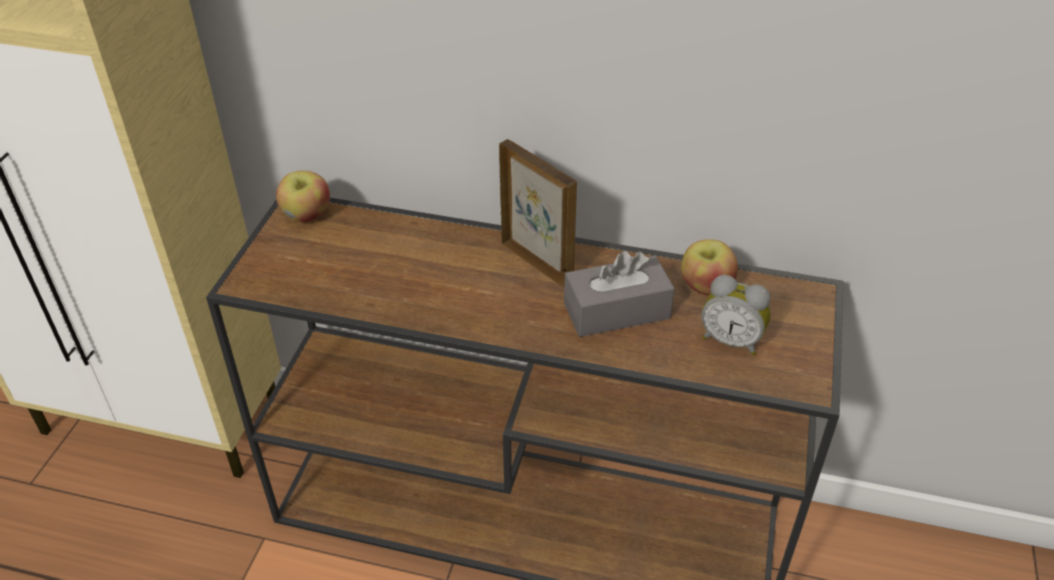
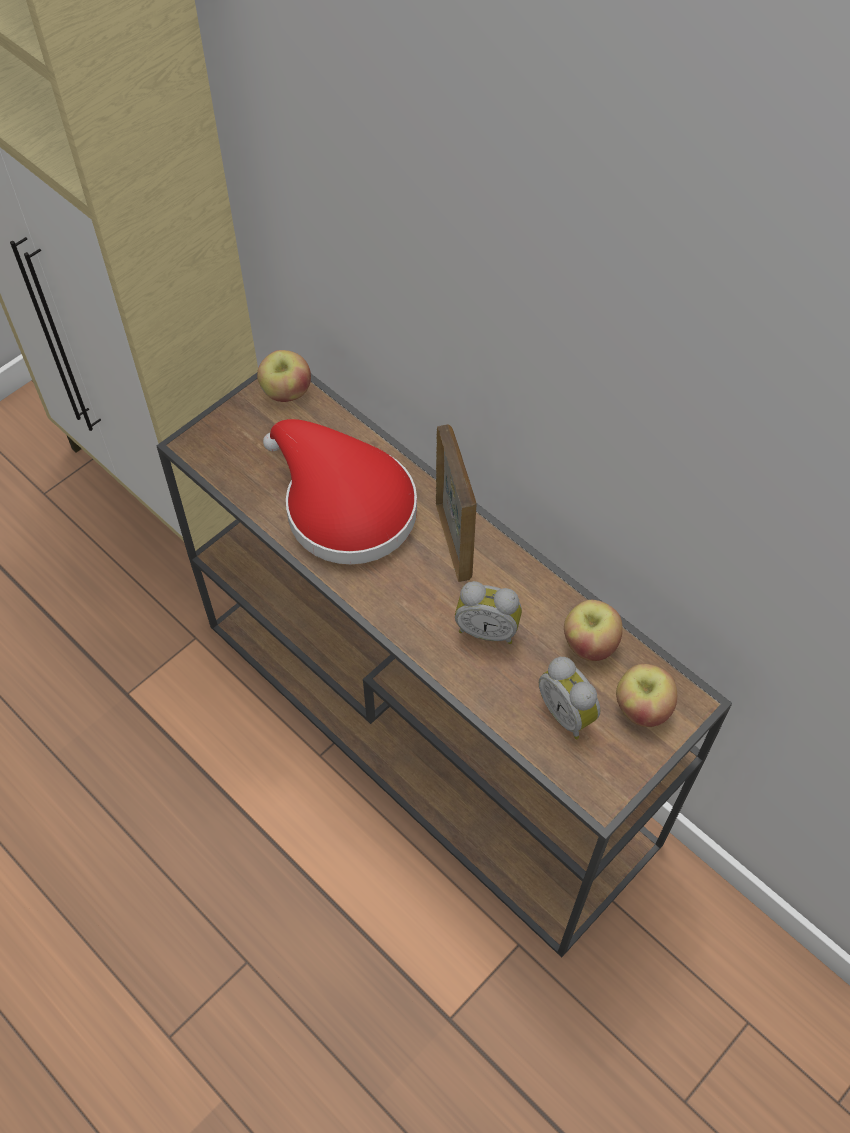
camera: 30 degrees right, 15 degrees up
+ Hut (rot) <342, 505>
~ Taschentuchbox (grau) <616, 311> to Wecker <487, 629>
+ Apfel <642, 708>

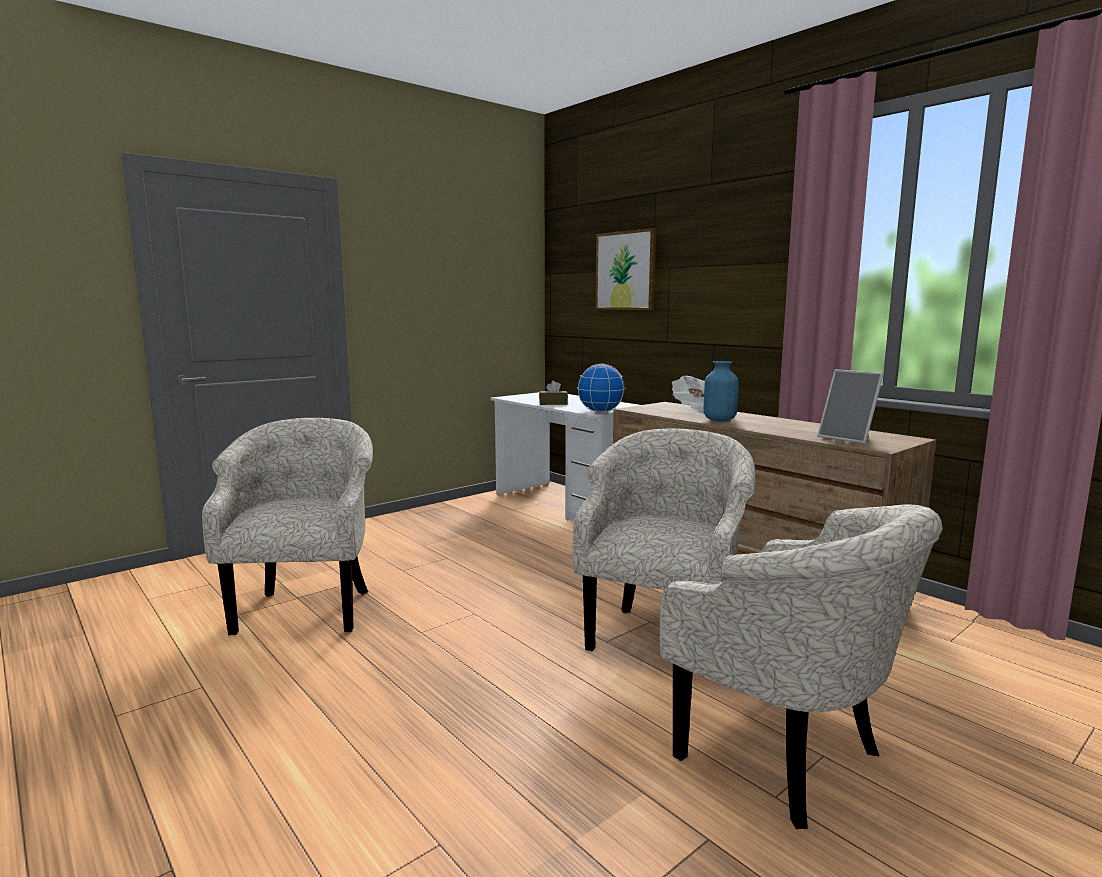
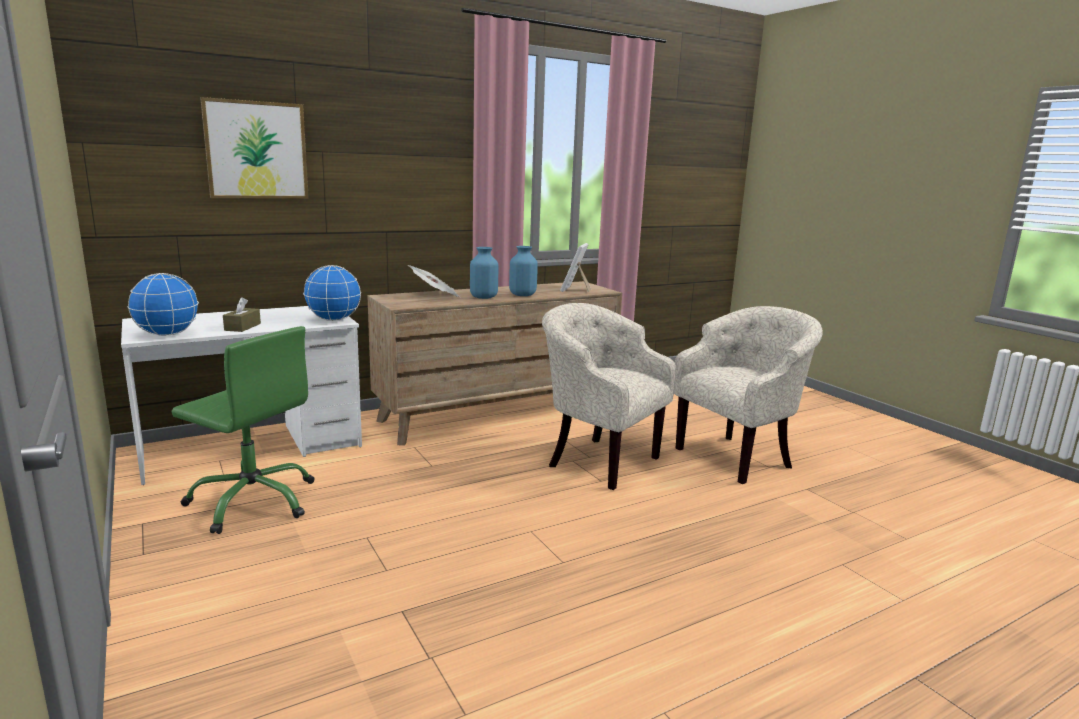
camera: 80 degrees left, 5 degrees up
+ Globus <168, 334>
+ Bürostuhl (grün) <253, 501>
+ Vase (blau) <522, 295>
~ Bilderrahmen <849, 438> = <575, 290> 135 degrees clockwise
- Sessel (beige) <307, 608>

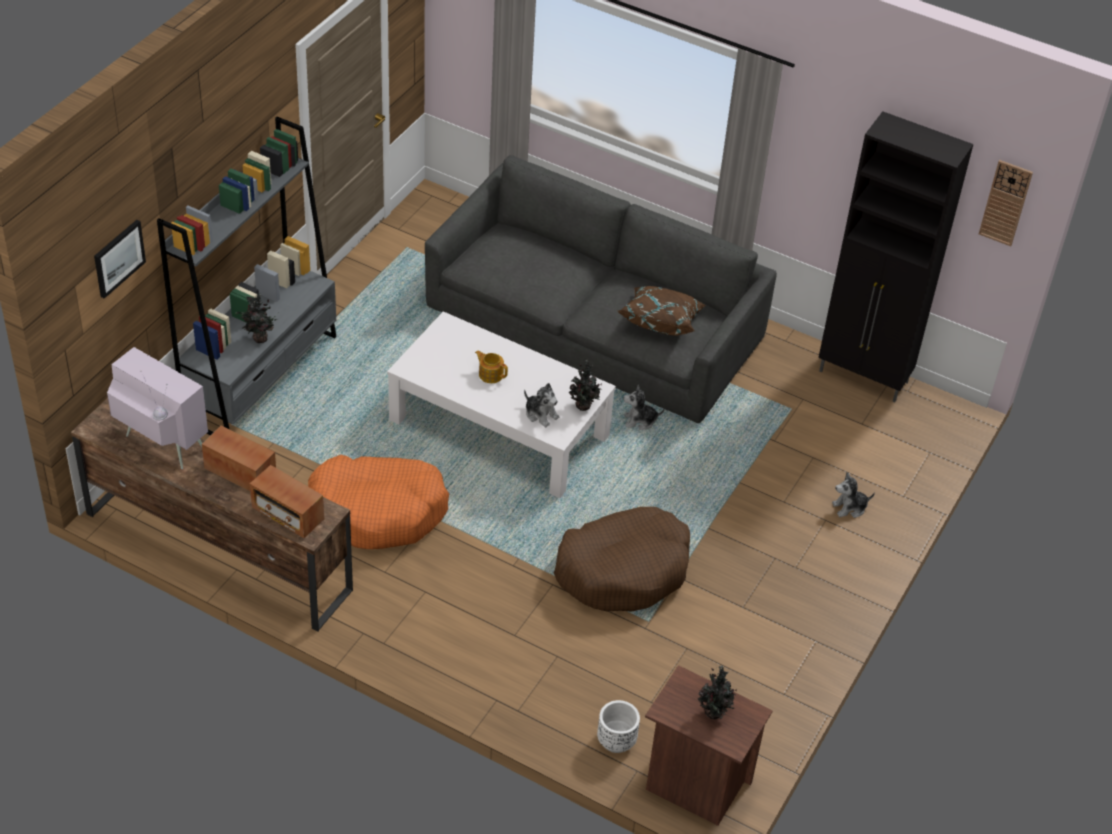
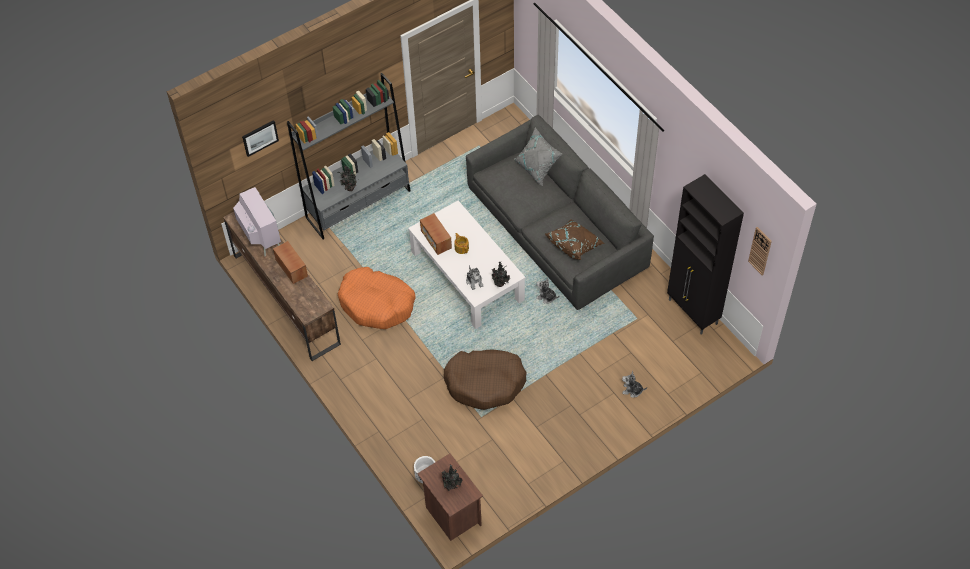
camera: 30 degrees right, 10 degrees up
~ Radio <288, 514> to <436, 240>
+ Kissen (grau) <537, 168>

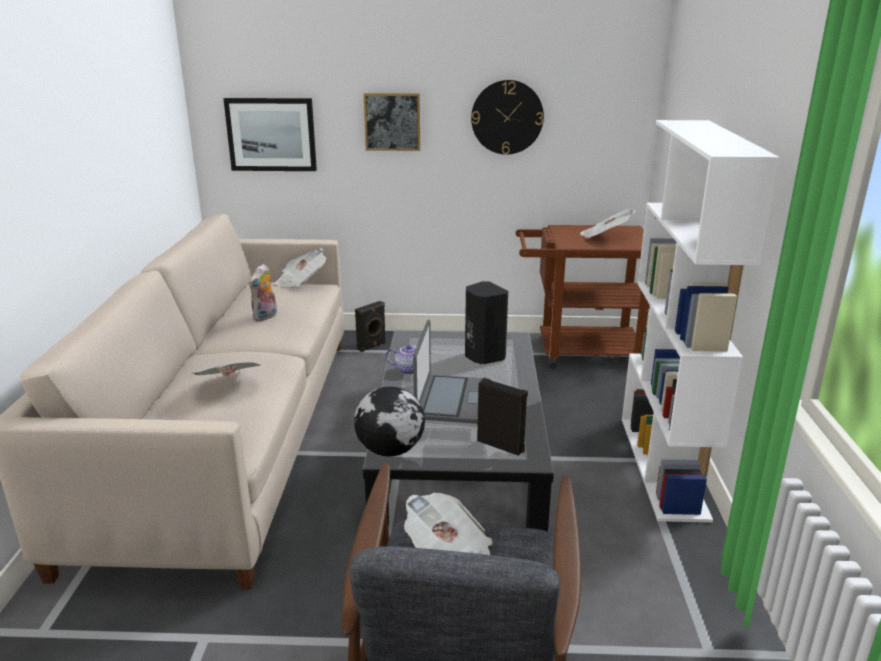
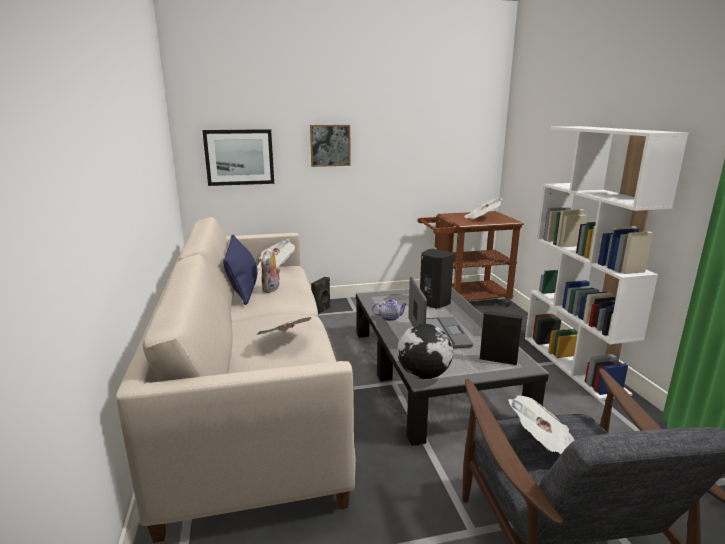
camera: 15 degrees left, 5 degrees down
+ Kissen (blau) <242, 288>
- Wanduhr <507, 117>

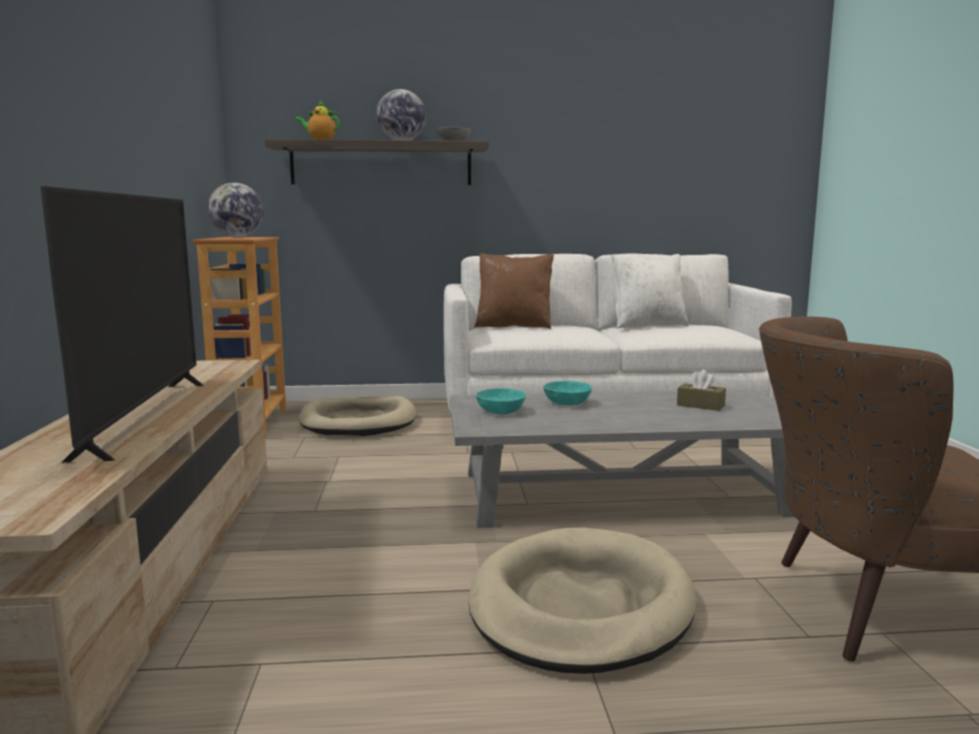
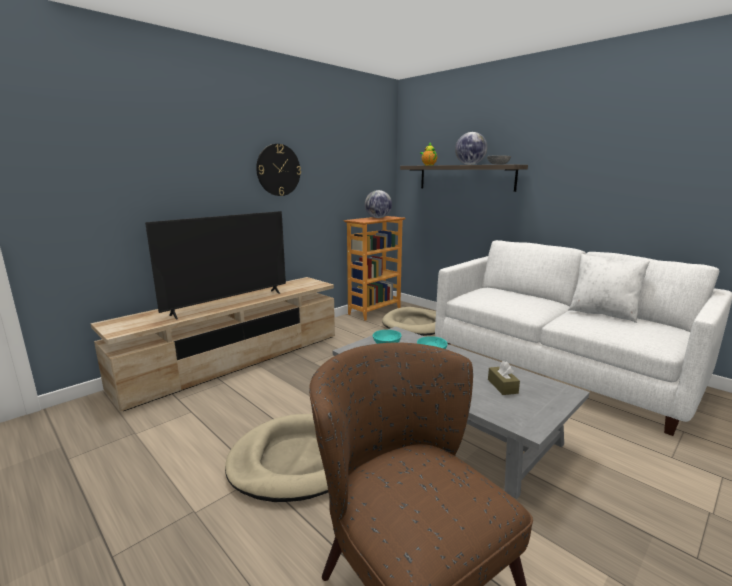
camera: 50 degrees right, 5 degrees up
+ Wanduhr <278, 170>
- Kissen (braun) <514, 326>

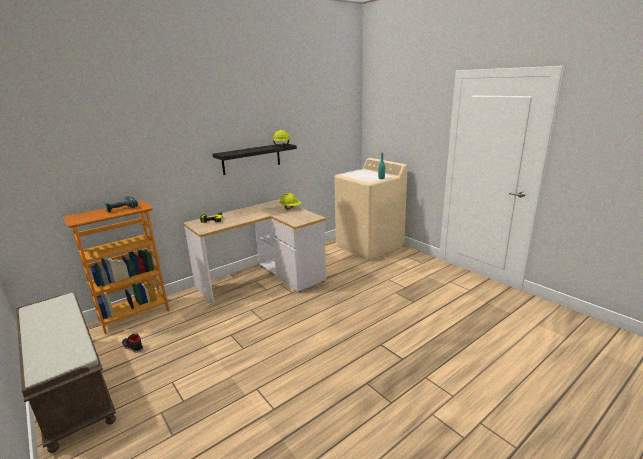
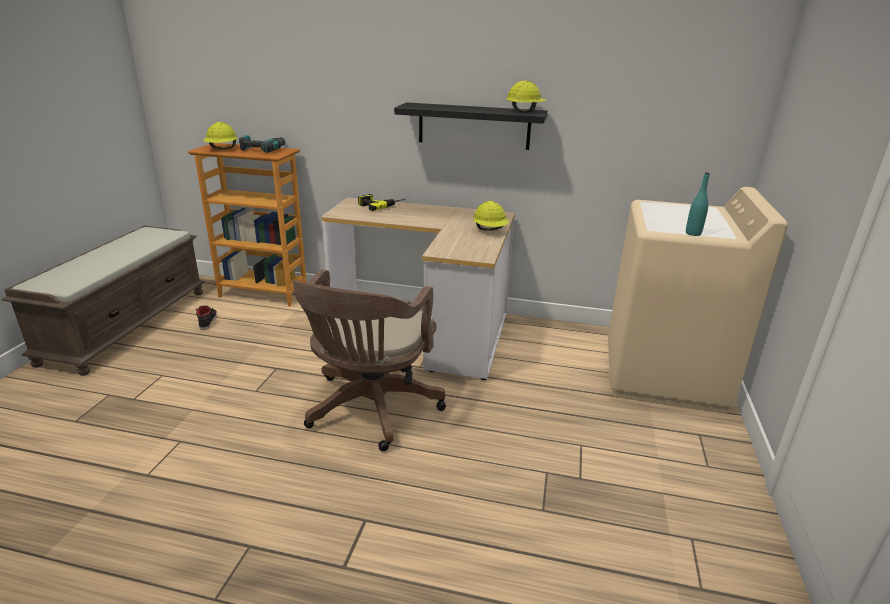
camera: 50 degrees right, 5 degrees up
+ Schutzhelm (gelb) <222, 149>
+ Bürostuhl (braun) <370, 410>

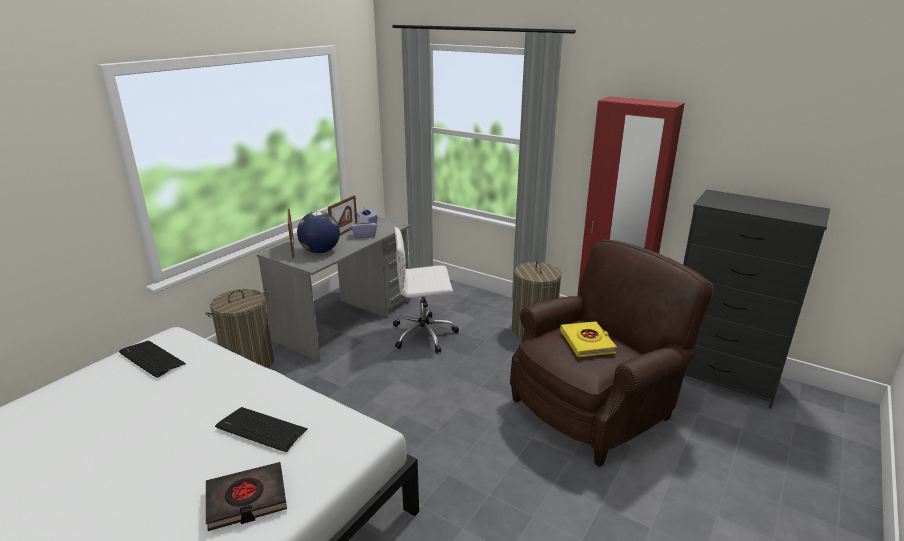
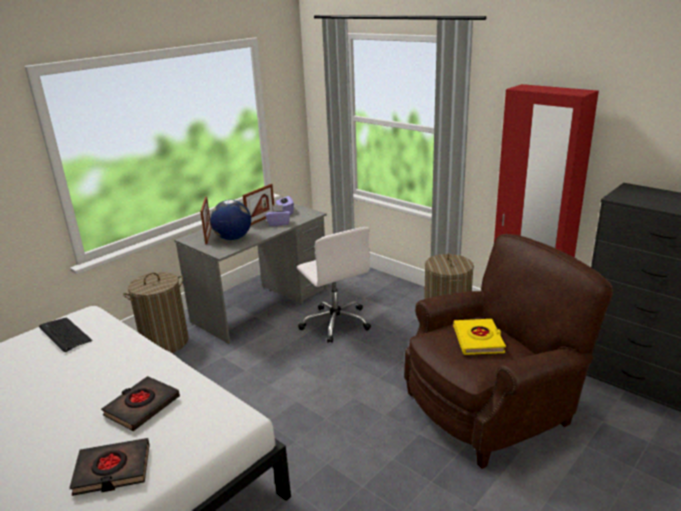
camera: 10 degrees right, 0 degrees up
~ Tastatur <261, 430> to Buch (schwarz) <142, 406>
~ Bürostuhl (weiß) <425, 334> = <335, 322> 120 degrees counterclockwise

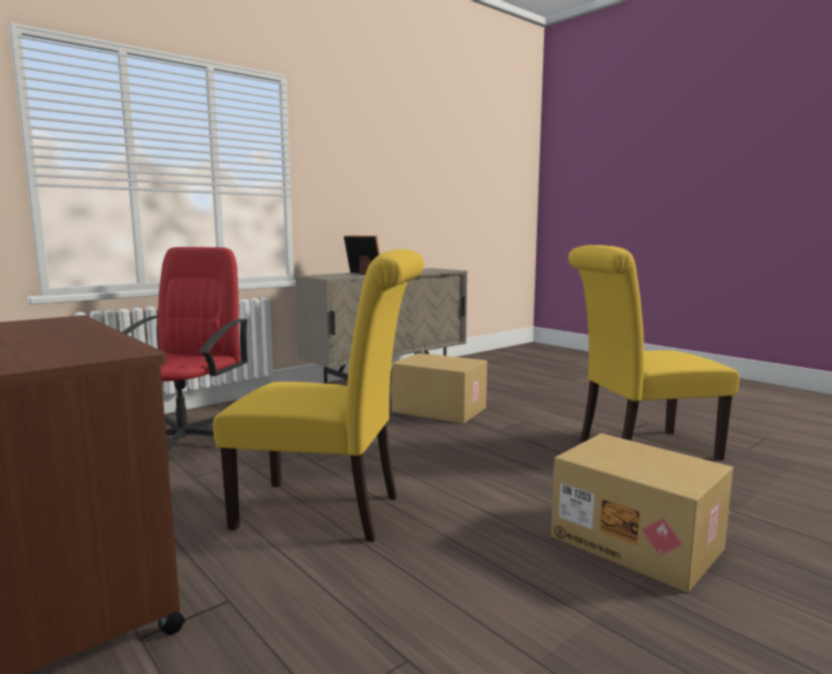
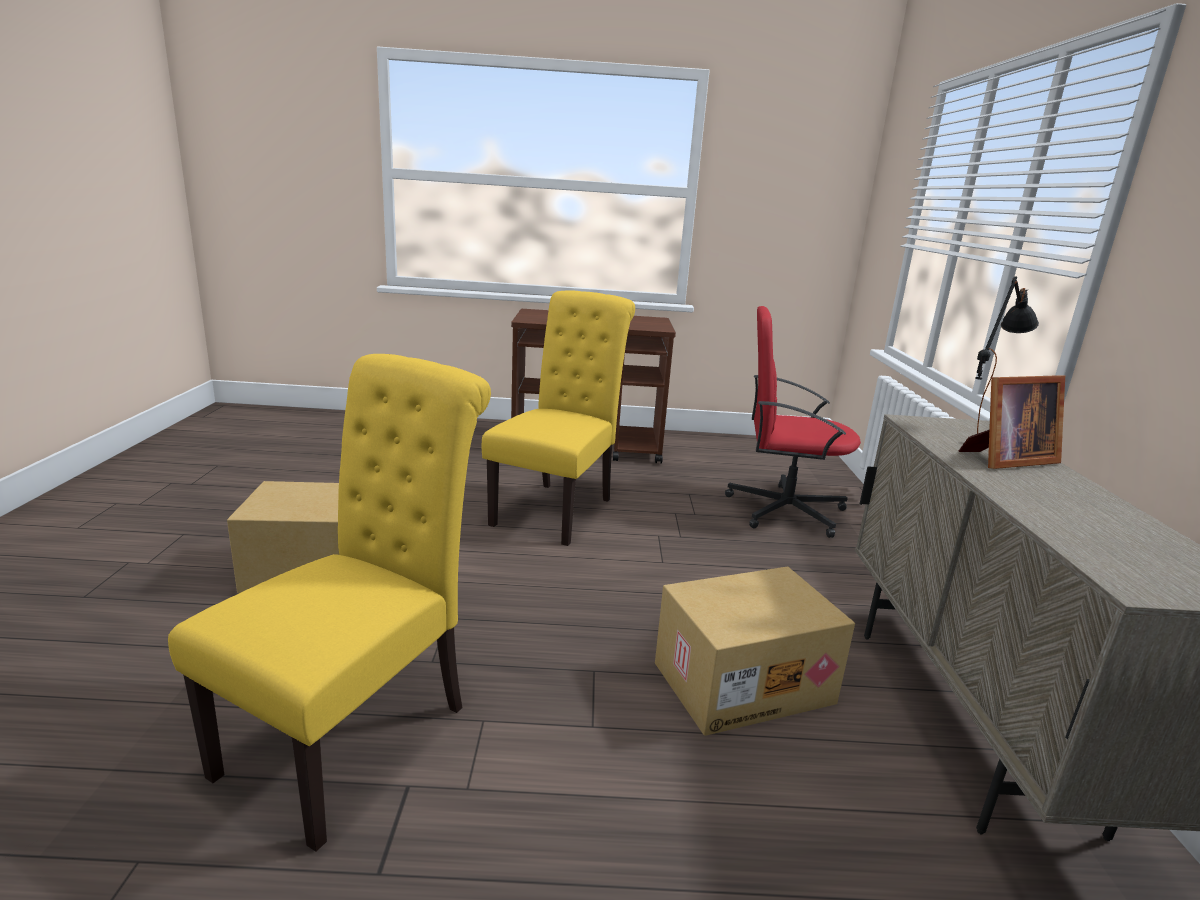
camera: 130 degrees right, 10 degrees up
~ Stuhl (gelb) <329, 512> = <558, 508> 150 degrees clockwise
~ Bürostuhl (rot) <185, 441> = <783, 510> 135 degrees clockwise
+ Tischlampe (schwarz) <978, 432>

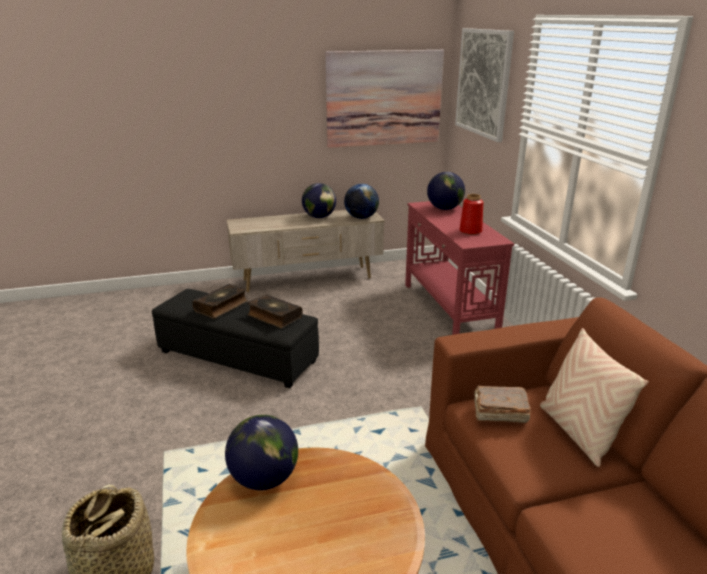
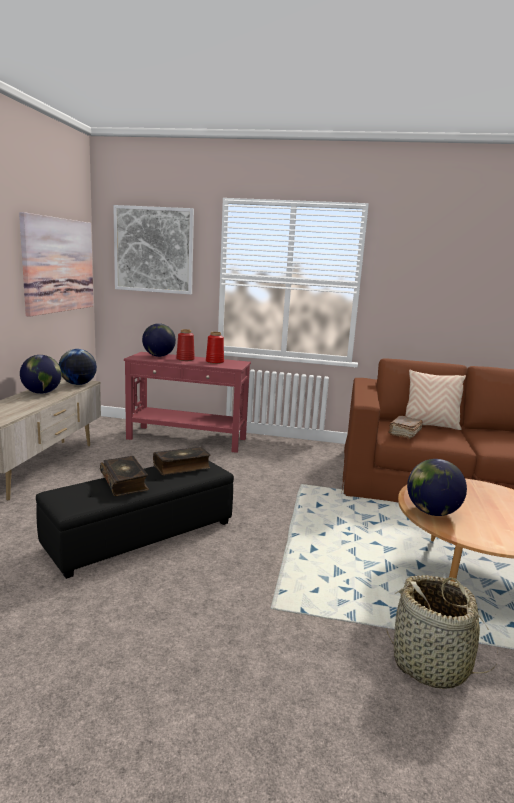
camera: 65 degrees left, 10 degrees down
+ Vase (rot) <185, 359>

